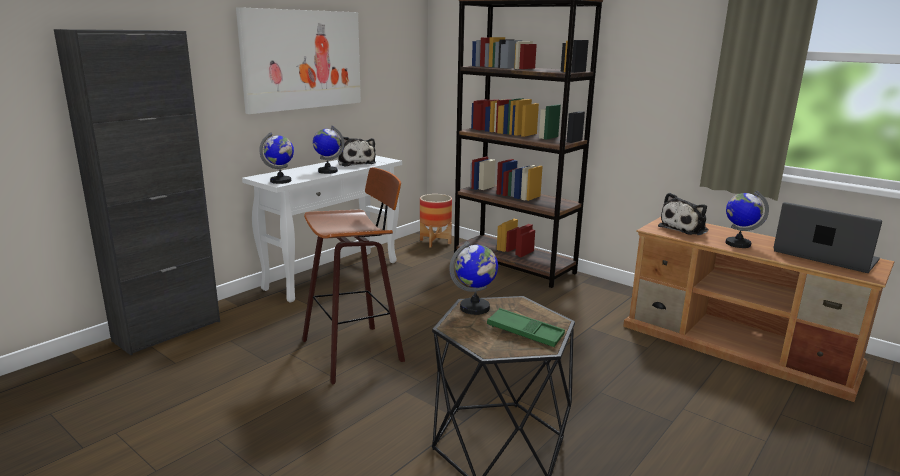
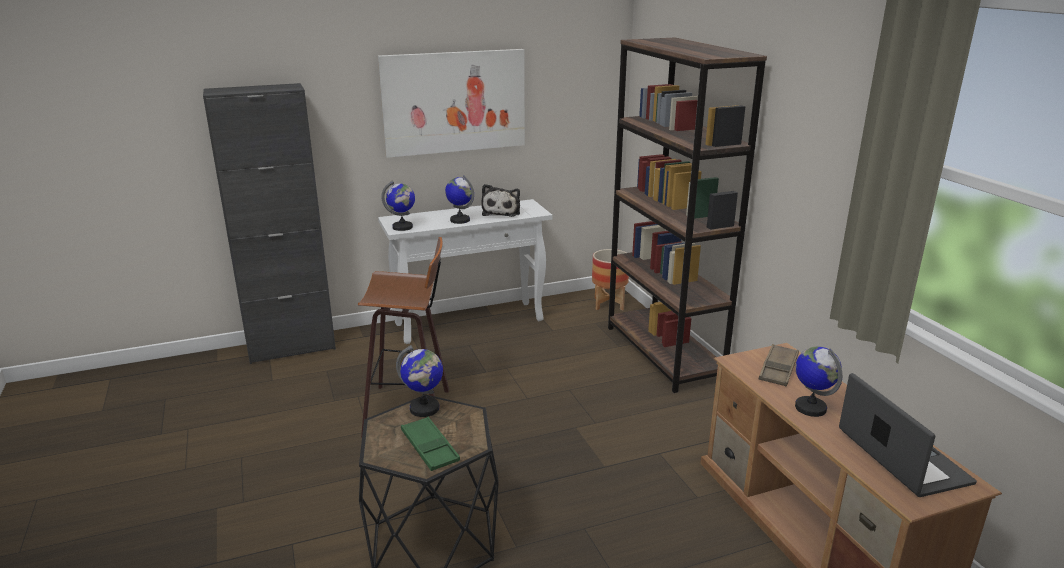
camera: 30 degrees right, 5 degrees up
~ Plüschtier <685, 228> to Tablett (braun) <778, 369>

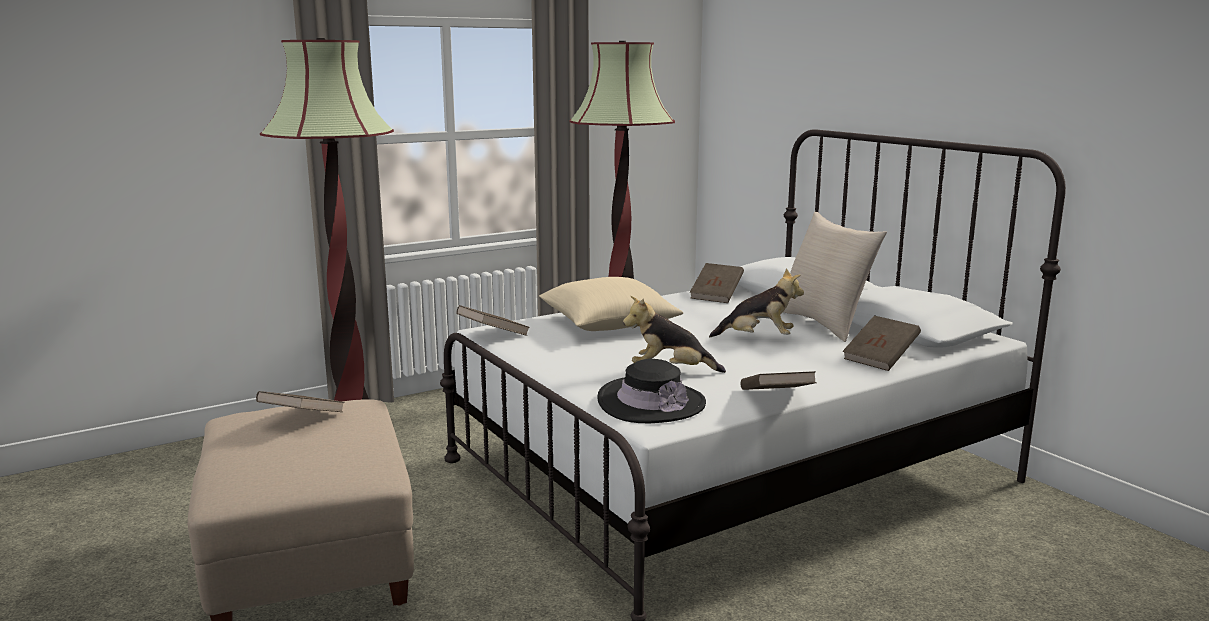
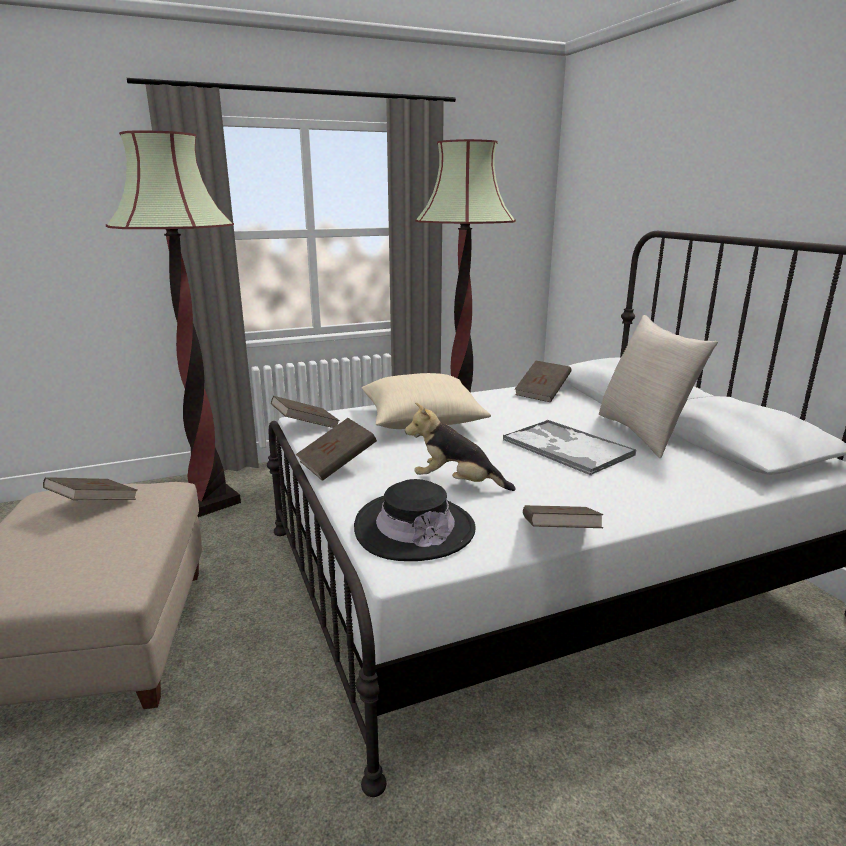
camera: 10 degrees right, 5 degrees up
~ Buch (braun) <880, 359> to <337, 465>
~ Plüschtier <758, 338> to Tablett <566, 447>

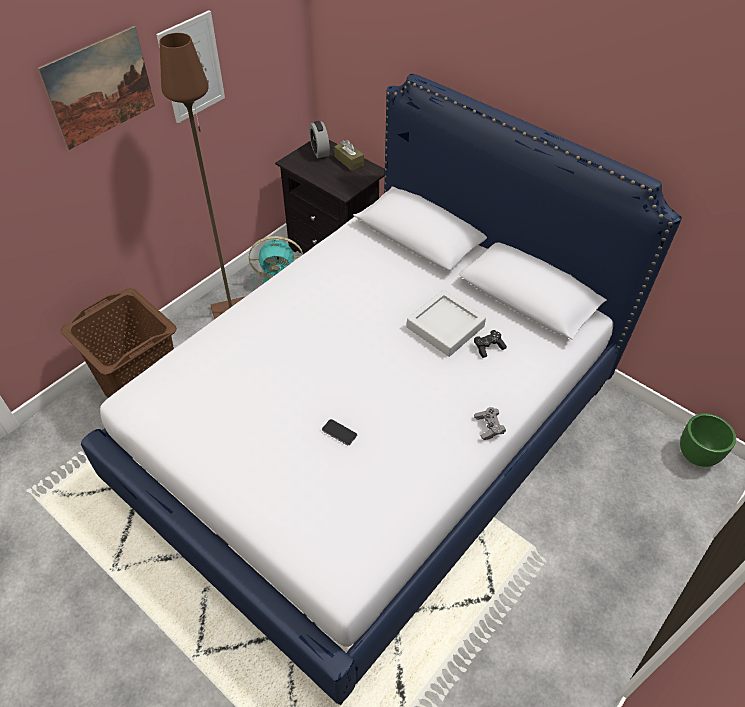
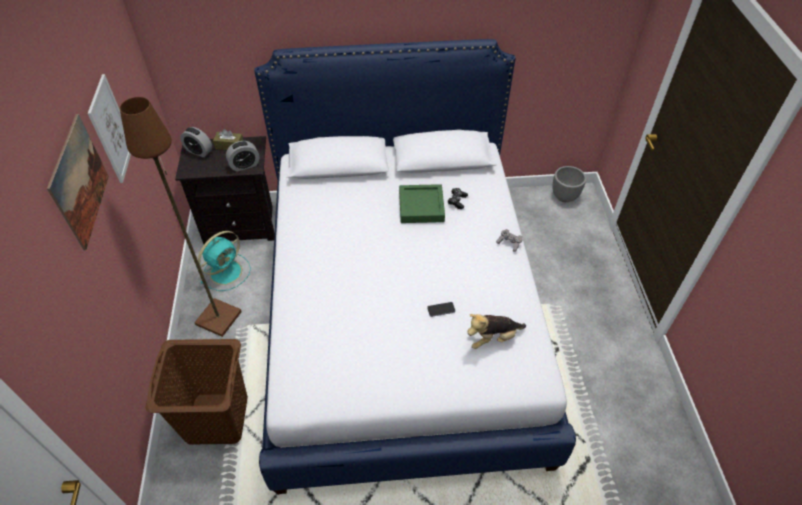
camera: 45 degrees left, 0 degrees up
+ Wecker <245, 165>
~ Tablett (grau) <445, 327> to Tablett (grün) <421, 207>
+ Plüschtier <492, 338>
~ Pflanzkübel (grün) <697, 455> to Pflanzkübel (grau) <564, 196>

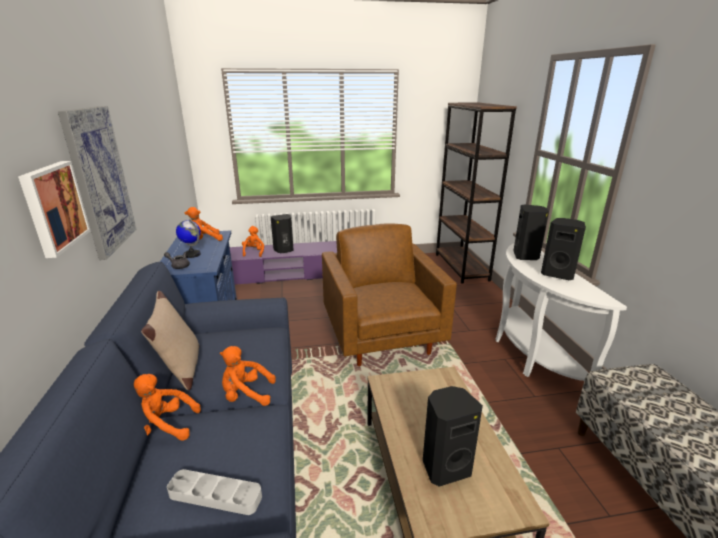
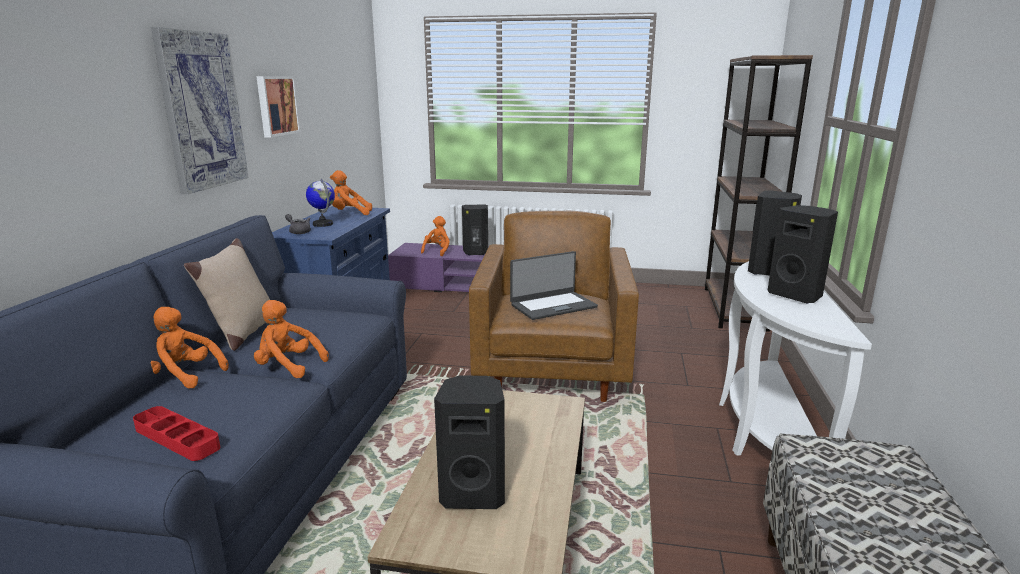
camera: 20 degrees right, 5 degrees down
~ Tablett (grau) <215, 495> to Tablett (rot) <177, 438>
~ Bild <53, 207> to <276, 105>
+ Laptop <553, 305>

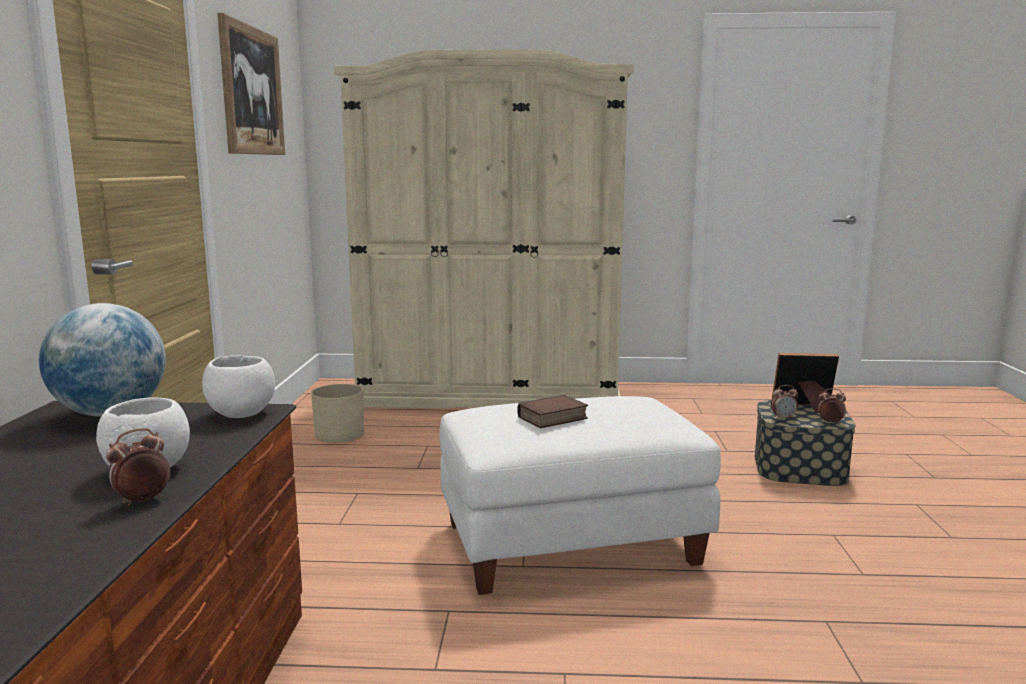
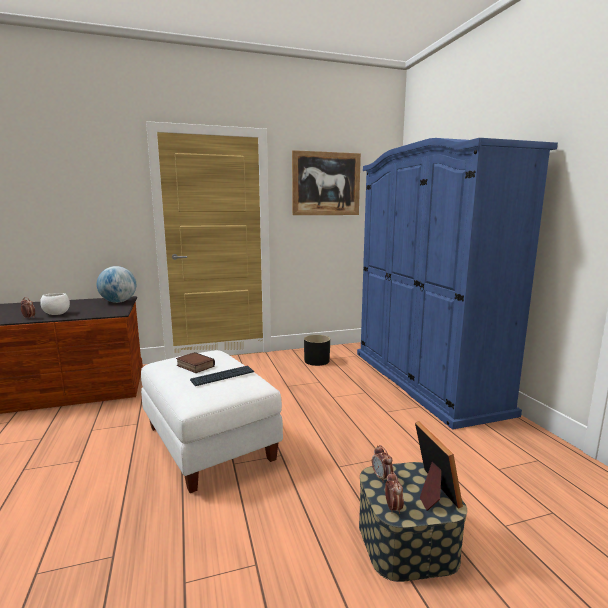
camera: 70 degrees right, 0 degrees up
+ Tastatur <223, 376>
~ Pflanzkübel (beige) <339, 434> to Pflanzkübel (schwarz) <316, 361>
~ Kleiderschrank (beige) <489, 394> to Kleiderschrank (blau) <424, 380>
- Schüssel (weiß) <241, 414>

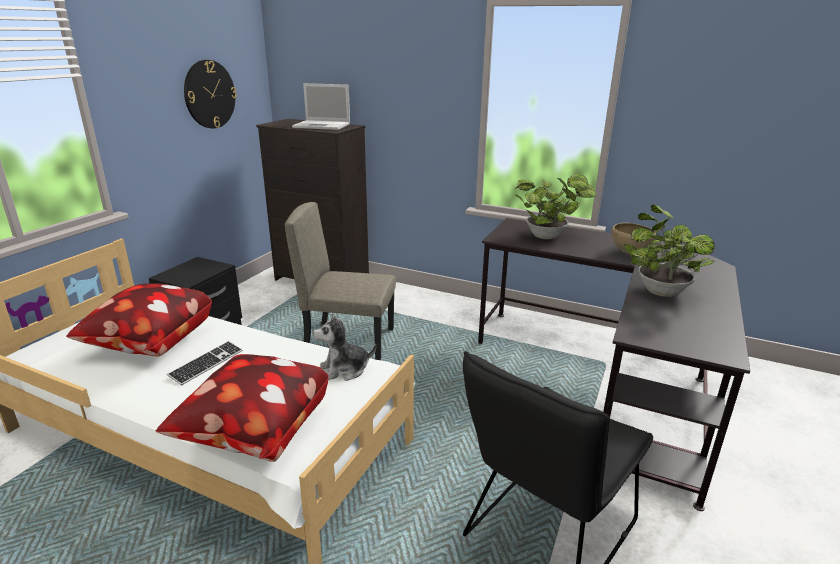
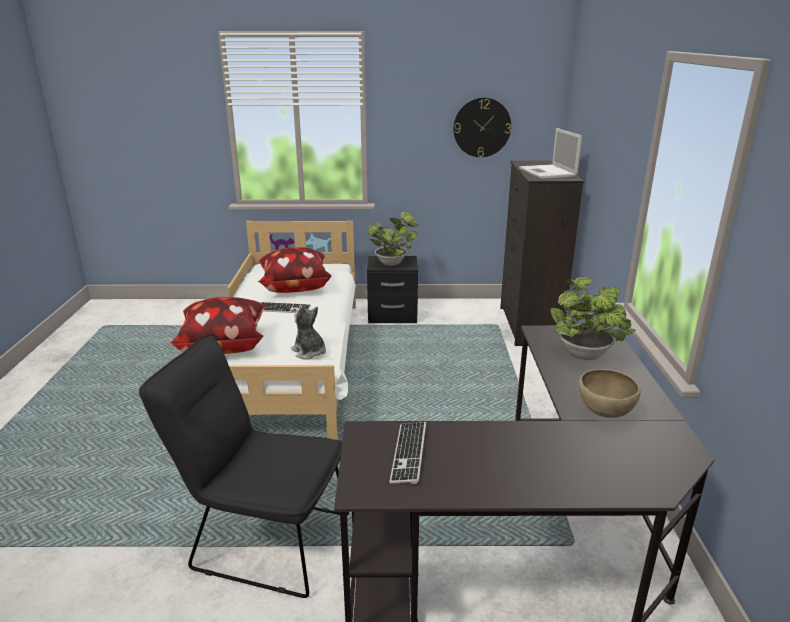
camera: 65 degrees right, 0 degrees up
~ Topfpflanze <659, 290> to <392, 263>
+ Tastatur <409, 453>
- Stuhl (beige) <349, 340>

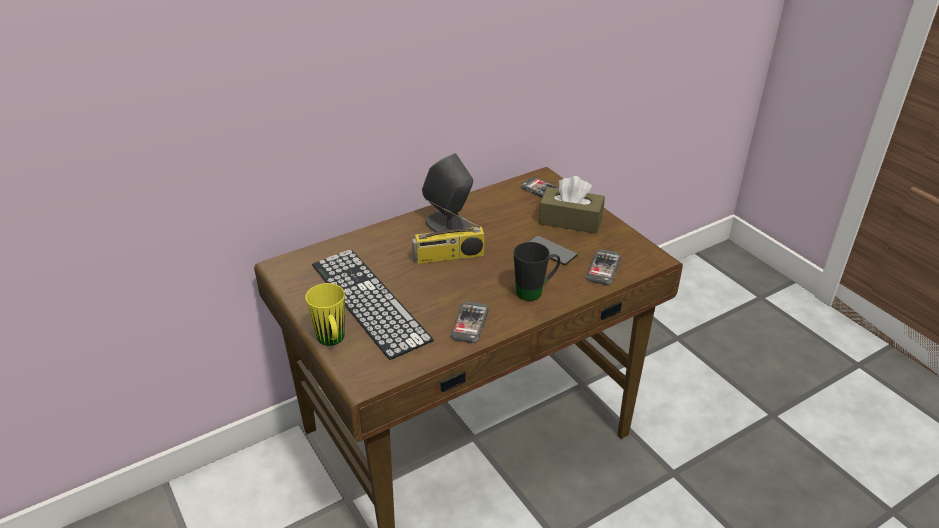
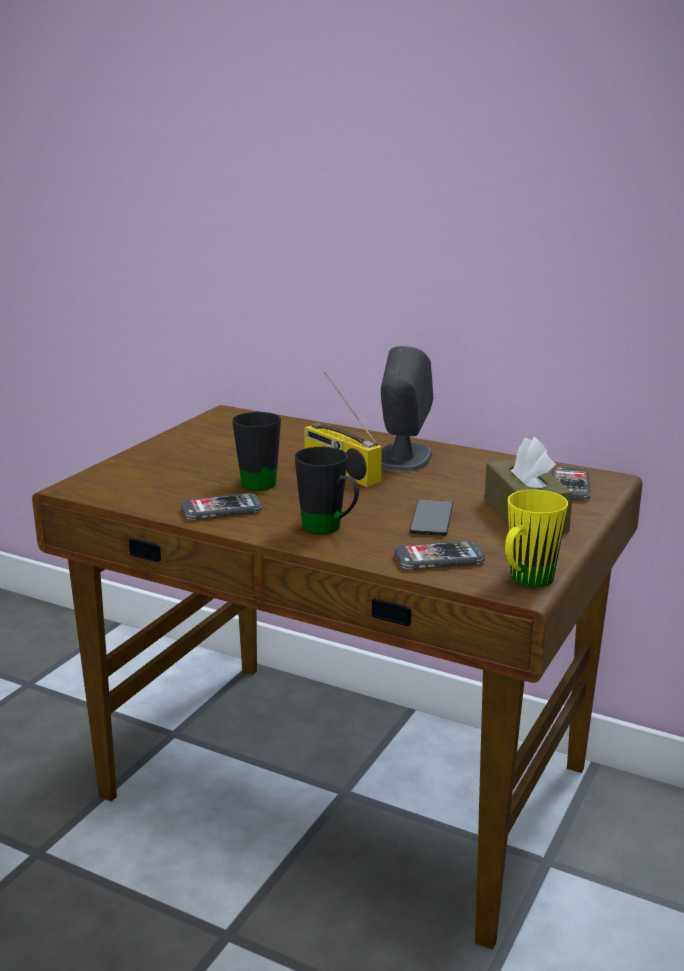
camera: 60 degrees right, 15 degrees down
+ Henkelbecher (schwarz) <255, 481>
~ Henkelbecher (gelb) <332, 341> to <525, 582>
- Tastatur <369, 301>

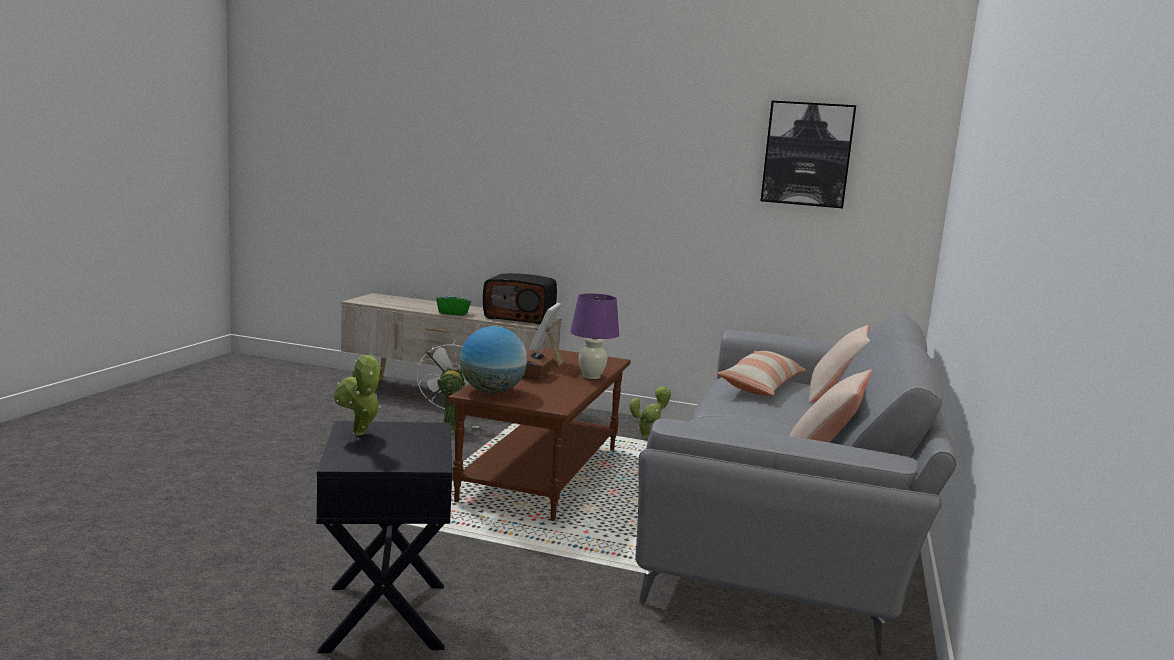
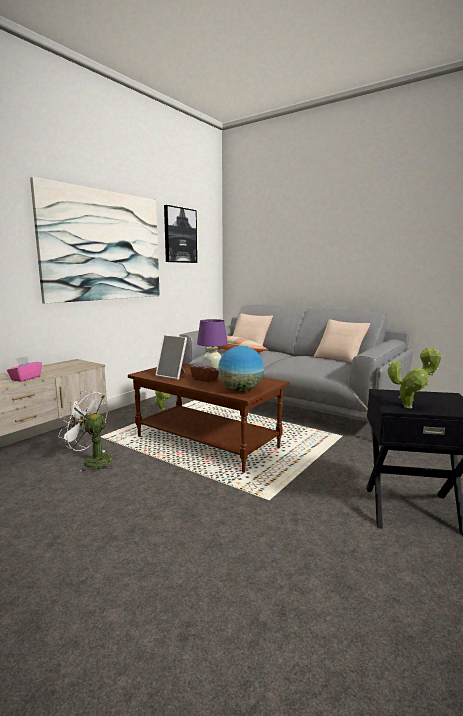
camera: 70 degrees left, 0 degrees up
~ Taschentuchbox (grün) <453, 313> to Taschentuchbox (rosa) <25, 378>
+ Bild <103, 246>
- Radio <520, 317>

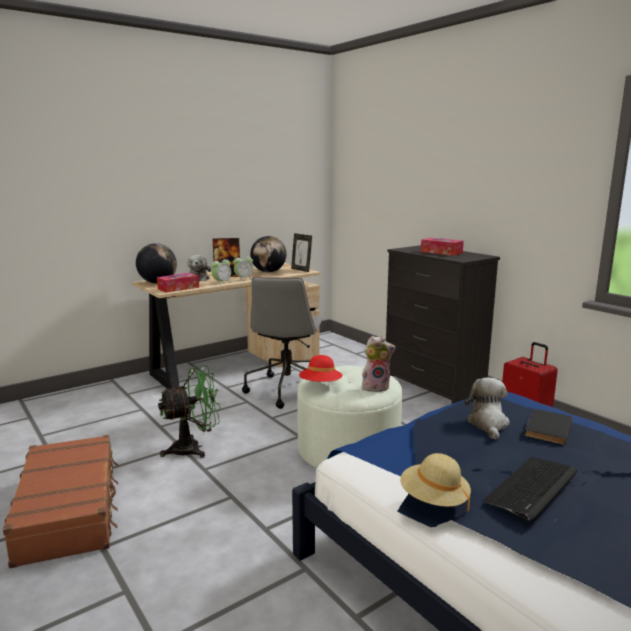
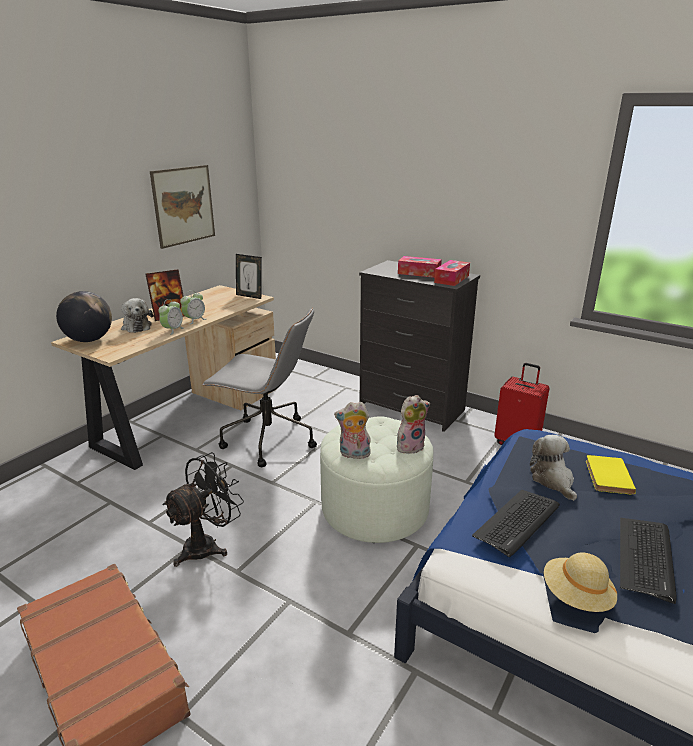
camera: 20 degrees left, 10 degrees up
+ Bild <184, 205>
~ Ventilator (grün) <193, 448> to Ventilator (schwarz) <207, 545>
~ Bürostuhl (grau) <287, 389> = <267, 440> 60 degrees counterclockwise
~ Hut (rot) <320, 385> to Plüschtier <353, 455>
~ Taschentuchbox <178, 288> to <451, 279>
+ Tastatur <517, 522>
~ Buch (schwarz) <546, 428> to Buch (gelb) <606, 476>
- Globus <268, 272>

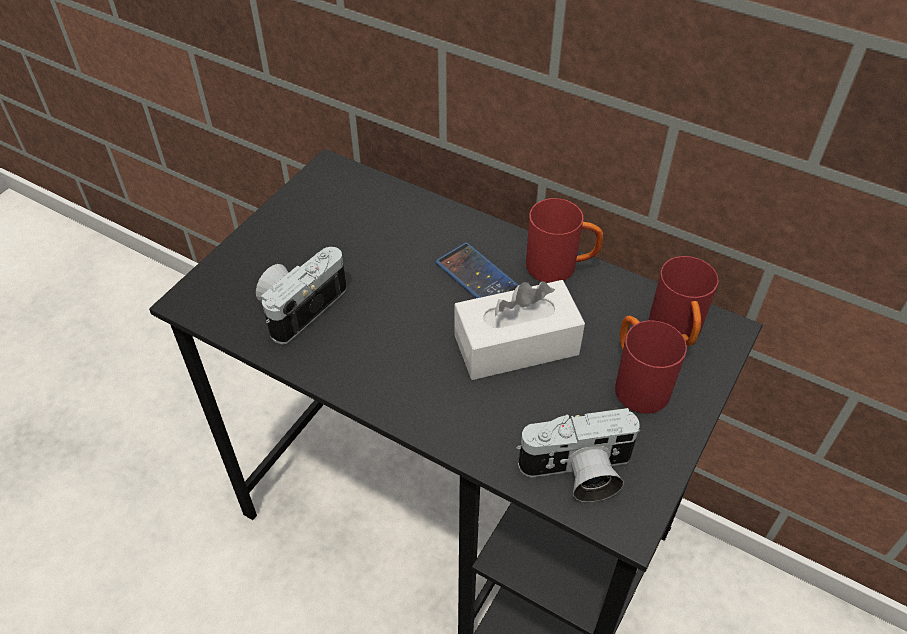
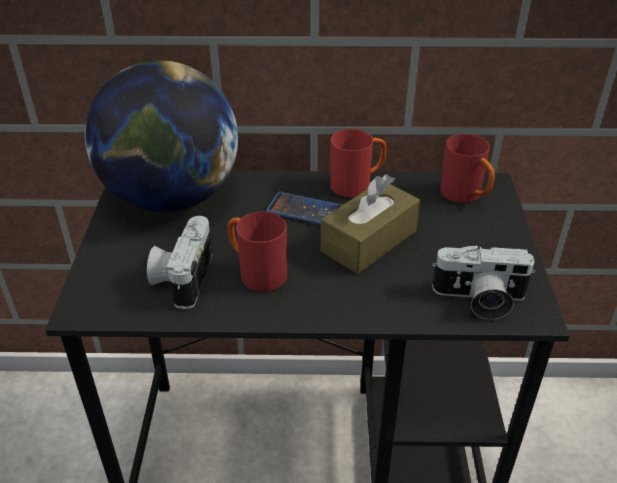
camera: 30 degrees left, 10 degrees down
+ Globus <172, 198>
~ Henkelbecher (rot) <635, 382> to <256, 272>
~ Taschentuchbox (weiß) <516, 345> to Taschentuchbox (braun) <369, 241>
~ Kamera <578, 473> = <479, 300> 45 degrees clockwise

